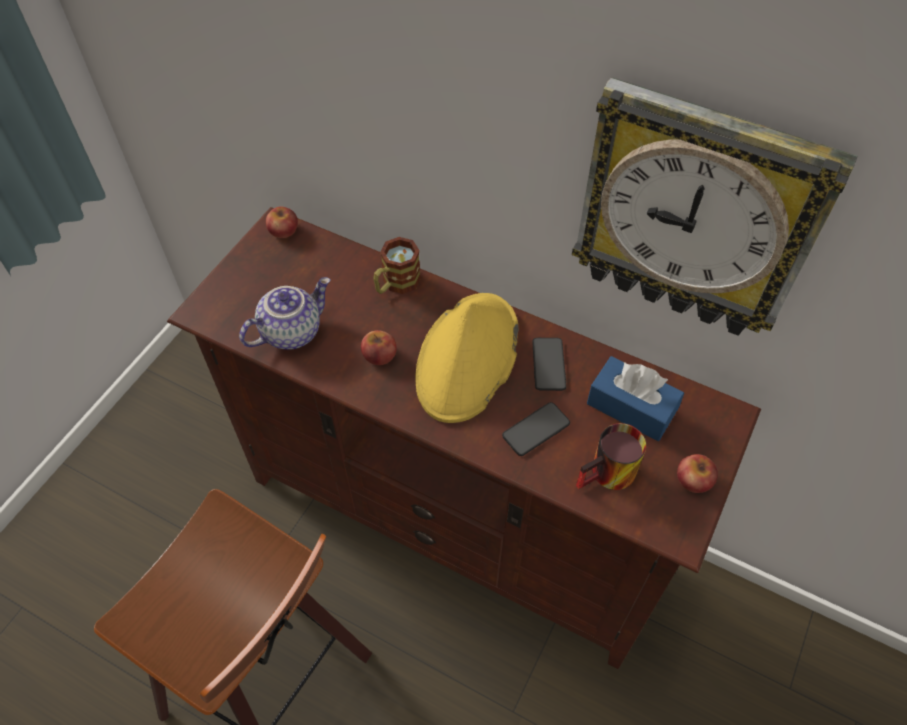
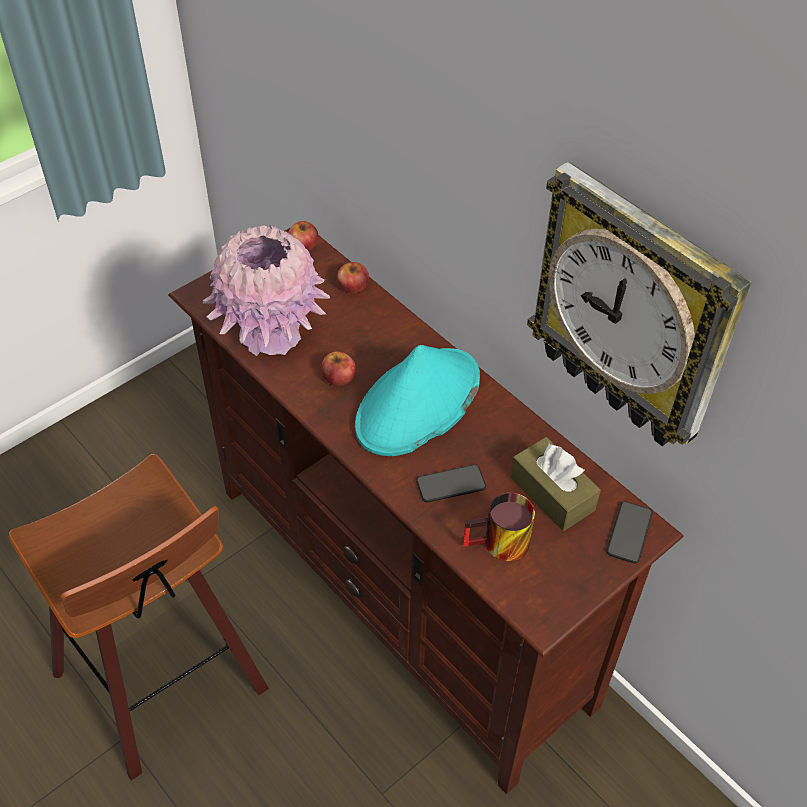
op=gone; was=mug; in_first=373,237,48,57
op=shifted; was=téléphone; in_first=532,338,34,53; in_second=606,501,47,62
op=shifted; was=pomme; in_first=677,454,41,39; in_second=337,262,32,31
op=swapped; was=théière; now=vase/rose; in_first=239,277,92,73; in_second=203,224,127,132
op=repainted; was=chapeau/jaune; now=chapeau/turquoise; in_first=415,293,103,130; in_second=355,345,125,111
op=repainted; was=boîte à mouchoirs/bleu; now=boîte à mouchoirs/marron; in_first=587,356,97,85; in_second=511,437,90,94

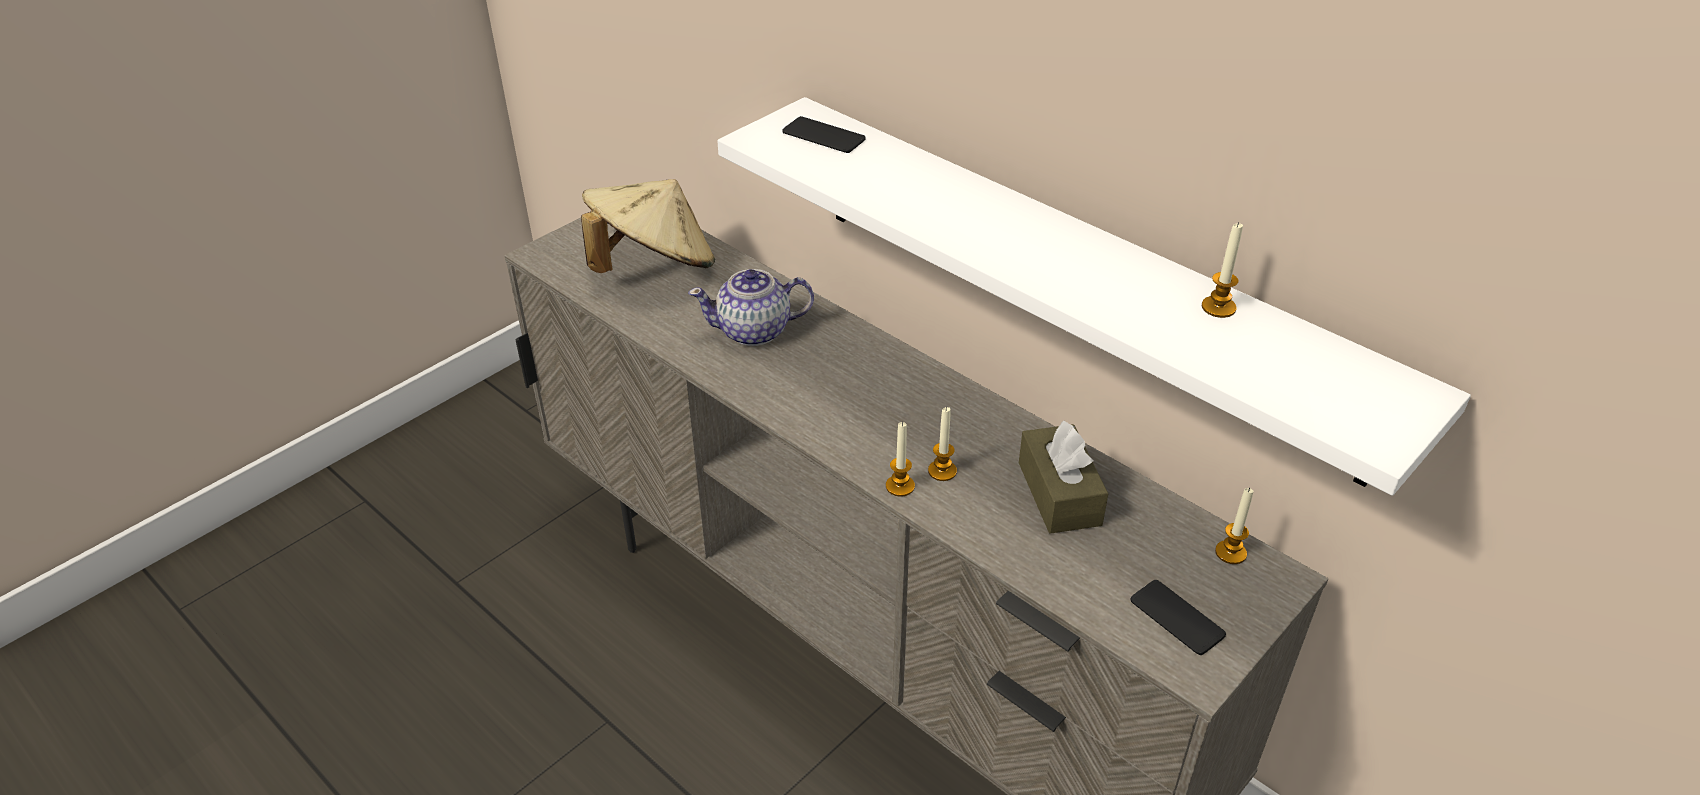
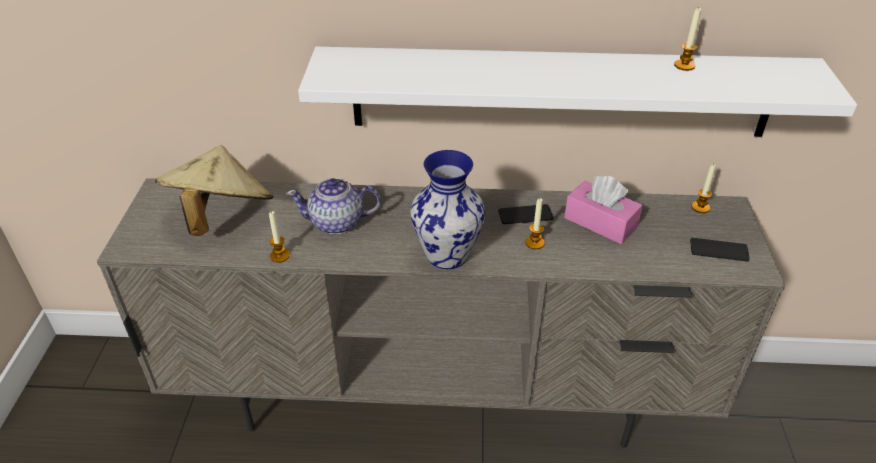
op=new; now=vase; in_second=411,150,74,119
op=shifted; was=téléphone; in_first=782,116,84,37; in_second=498,204,55,20
op=shifted; was=bougie; in_first=886,422,29,75; in_second=269,211,21,52
op=repainted; was=boîte à mouchoirs/marron; now=boîte à mouchoirs/rose; in_first=1019,420,89,114; in_second=564,176,79,68
op=rotated; was=théière; in_first=688,269,126,77; in_second=286,178,95,56; clockwise=45

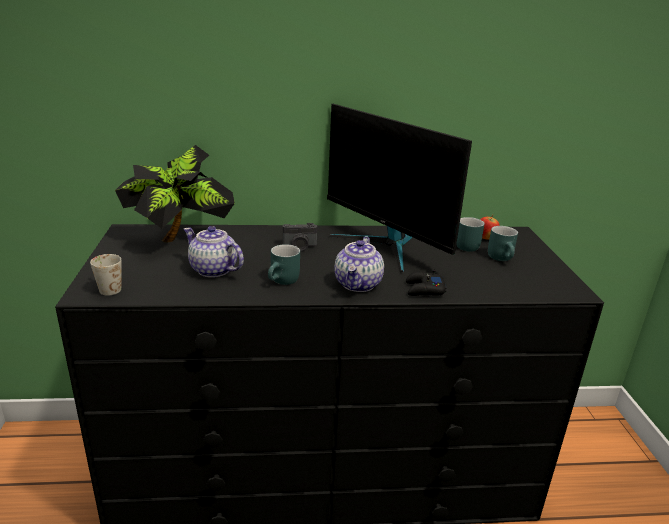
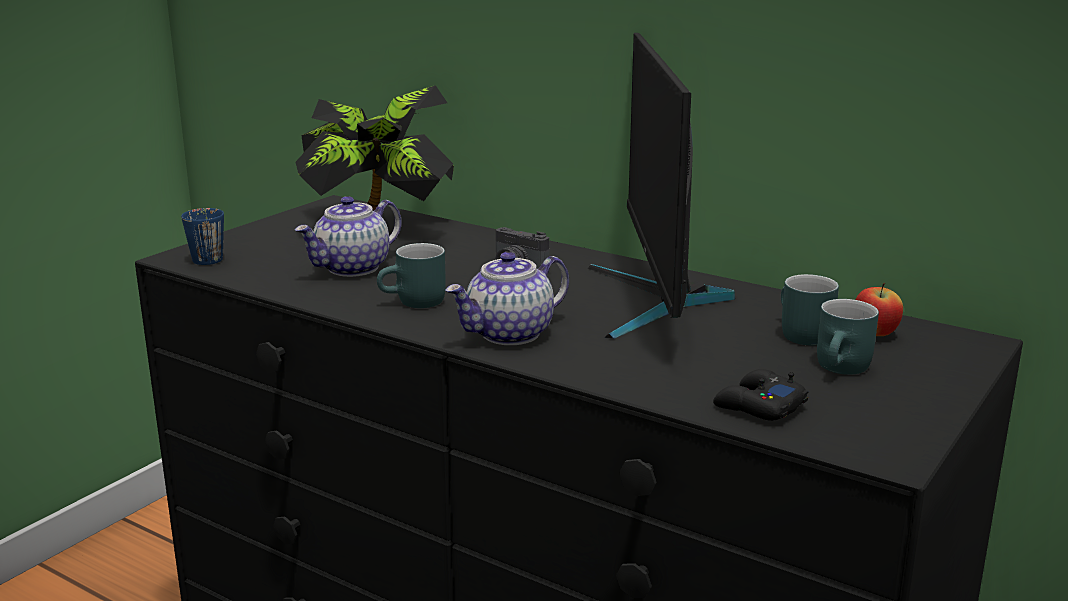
op=shifted; was=manette/noir; in_first=406,270,41,26; in_second=713,369,95,52
op=repainted; was=mug/blanc; now=mug/bleu; in_first=90,254,32,42; in_second=181,208,43,57
op=rotated; was=théière; in_first=183,226,61,52; in_second=295,196,107,81; clockwise=-120

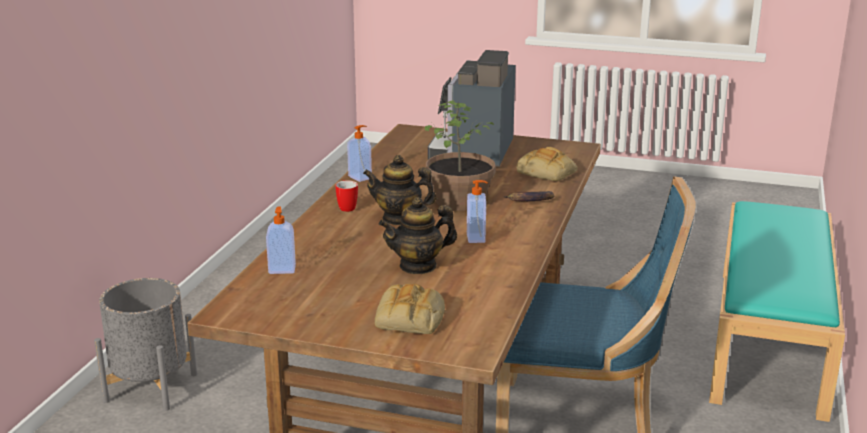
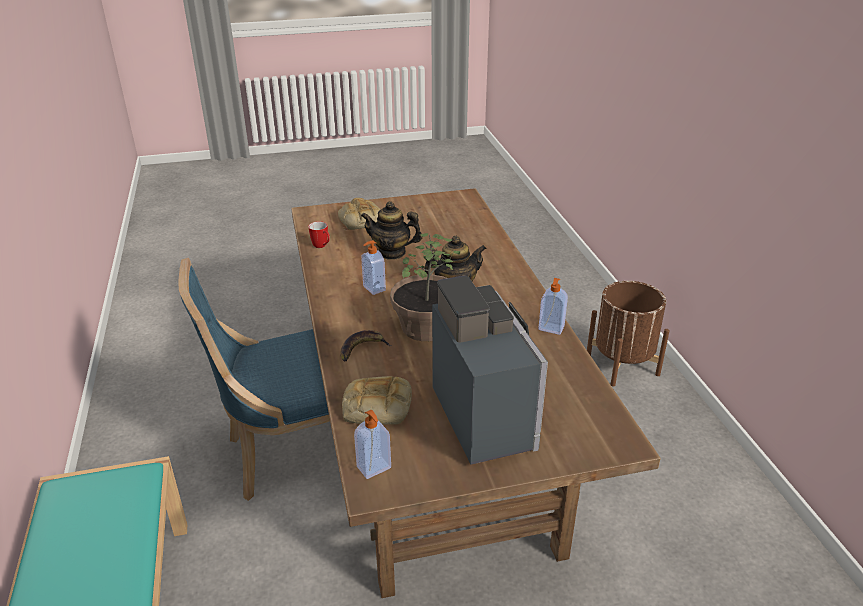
op=shifted; was=distributeur de savon; in_first=266,206,30,68; in_second=354,409,37,70
op=shifted; was=mug; in_first=335,180,23,32; in_second=308,221,22,27
op=repainted; was=cache-pot/gris; now=cache-pot/marron; in_first=94,278,103,133; in_second=587,281,83,105
op=rotated; was=théière; in_first=379,197,78,77; in_second=361,201,62,59; clockwise=-120

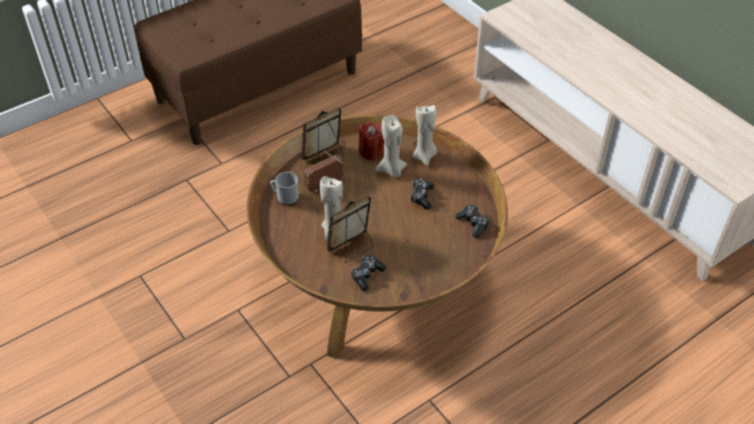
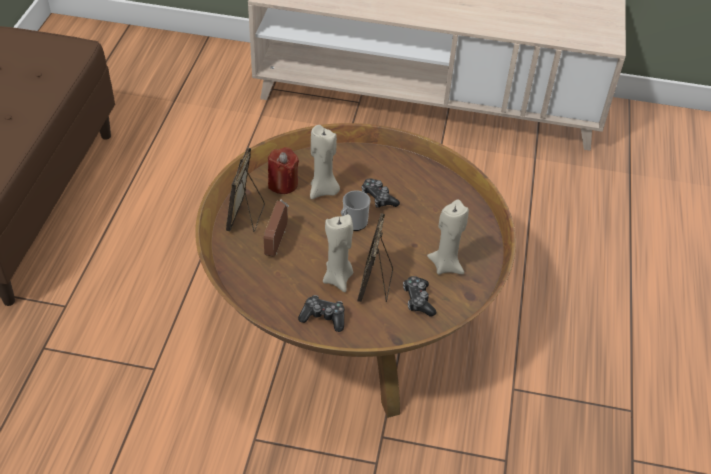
op=shifted; was=mug; in_first=270,172,28,33; in_second=341,190,29,41
op=shifted; was=bougie/beige; in_first=413,105,24,61; in_second=427,200,42,75
op=shifted; was=manette; in_first=455,204,35,34; in_second=298,295,47,37

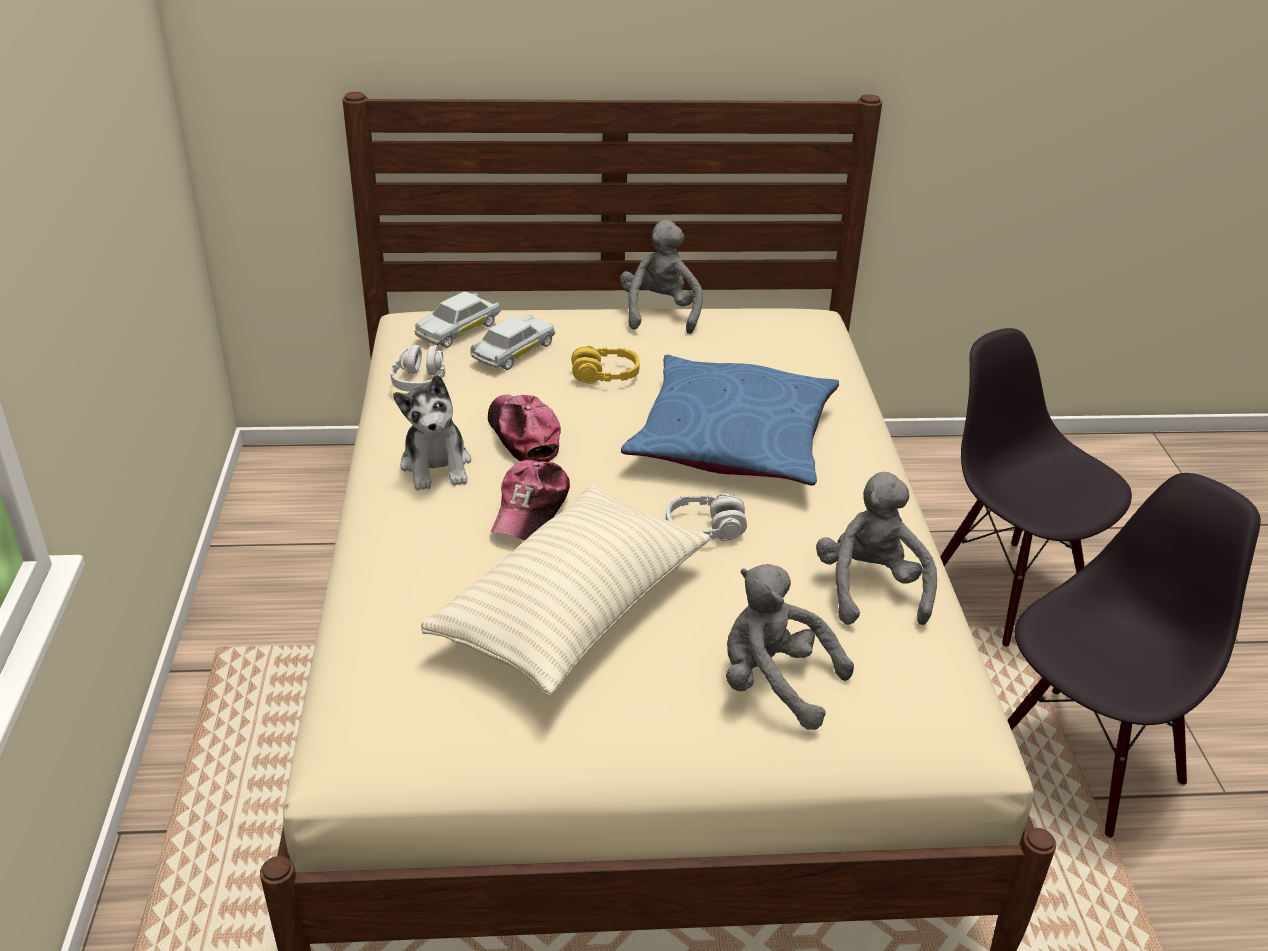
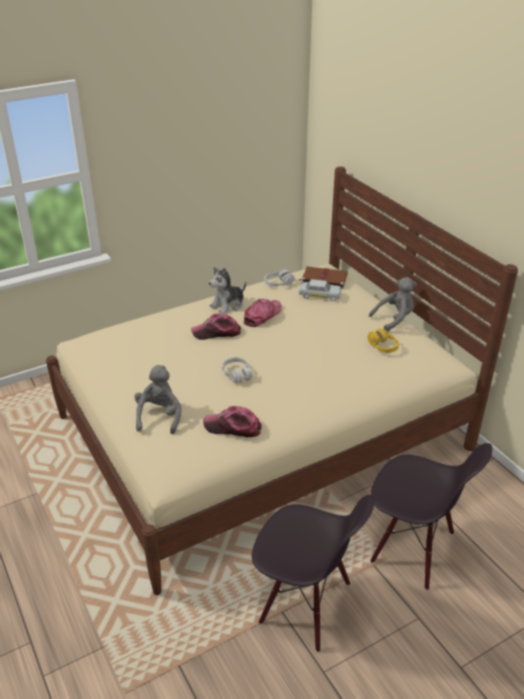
op=gone; was=coussin/beige; in_first=421,485,290,211
op=gone; was=coussin/bleu; in_first=621,355,218,130
op=shifted; was=casque audio/jaune; in_first=571,346,69,38; in_second=367,328,32,25
op=swapped; was=petite voiture/blanc; now=livre/marron; in_first=414,292,87,56; in_second=299,266,49,23
op=swapped; was=peluche/gris; now=casquette; in_first=816,472,121,153; in_second=203,406,59,31
op=rotated; was=chaise/noir; in_first=940,328,192,318; in_second=370,443,122,147; clockwise=90

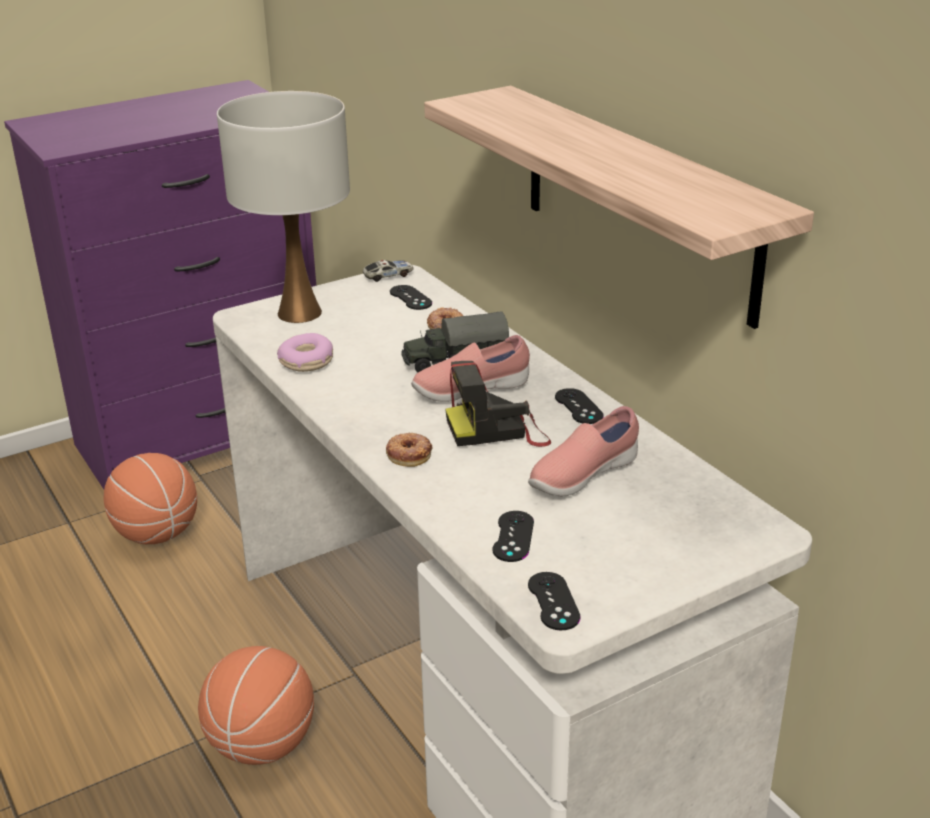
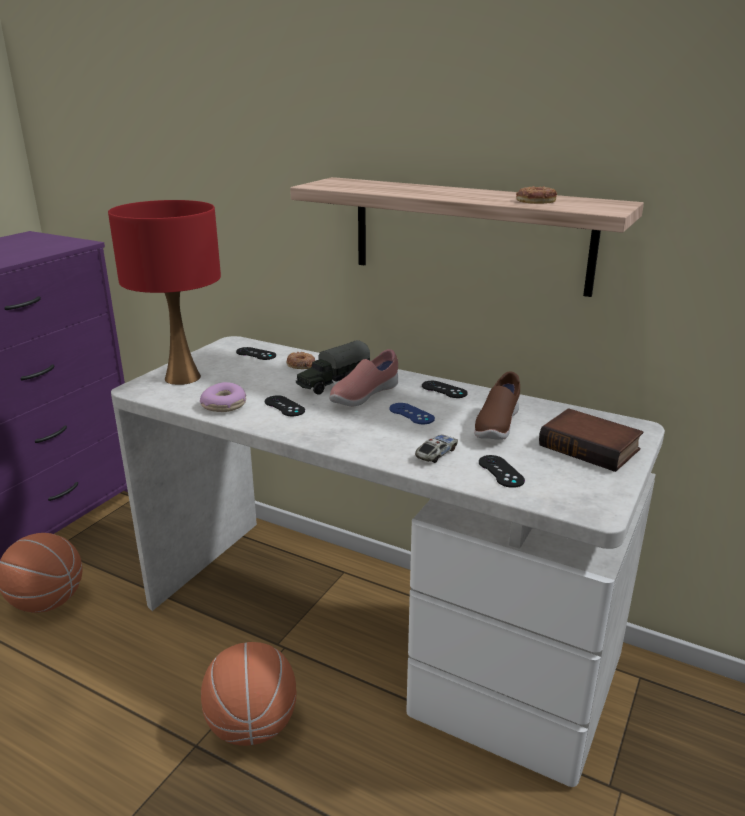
op=new; now=livre; in_second=539,408,104,64
op=shifted; was=petite voiture; in_first=363,260,50,22; in_second=415,435,43,28
op=shifted; was=beignet; in_first=386,433,46,34; in_second=516,186,41,18
op=shifted; was=manette/noir; in_first=528,572,53,58; in_second=265,395,40,21
op=swapped; was=appareil photo; now=manette/bleu; in_first=445,361,106,86; in_second=389,403,46,21
op=repainted; was=lampe de table/blanc; now=lampe de table/rouge; in_first=217,91,133,232; in_second=108,200,113,185
op=repainted; was=chaussure/rose; now=chaussure/marron; in_first=528,406,111,90; in_second=474,371,46,69

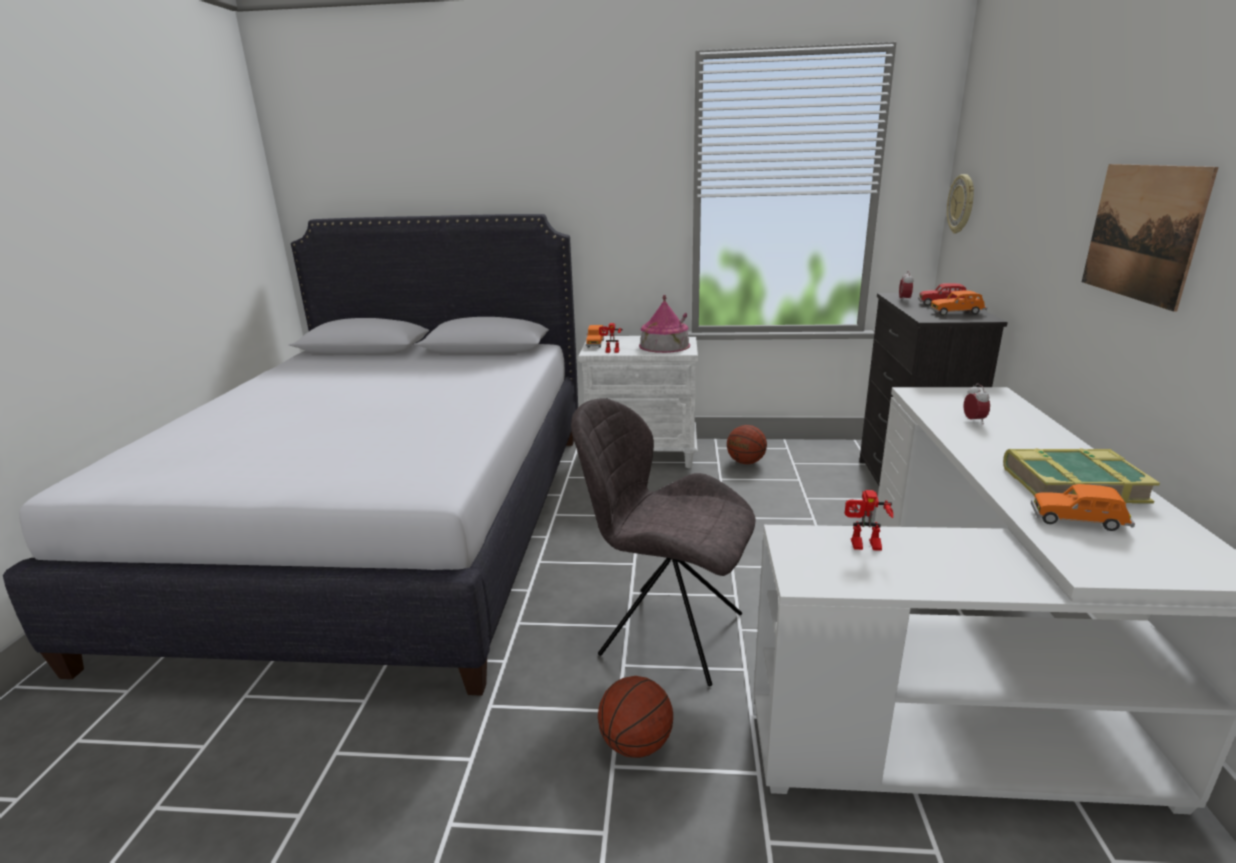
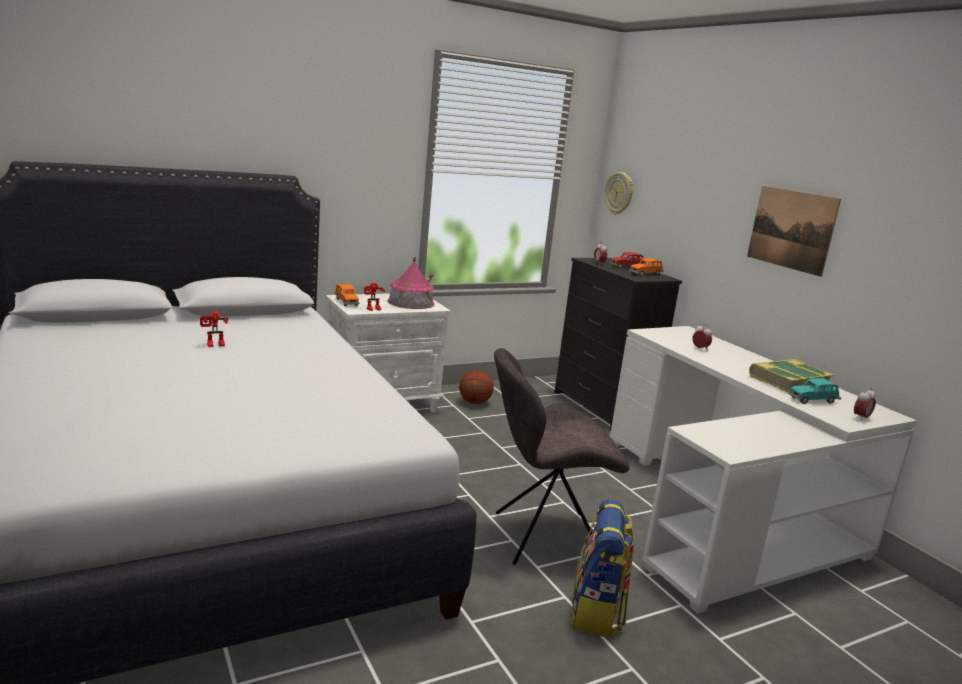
op=new; now=réveil; in_second=854,387,22,34
op=shifted; was=robot jouet; in_first=845,490,48,61; in_second=200,311,28,36
op=swapped; was=ballon de basket; now=sac à dos; in_first=598,676,75,82; in_second=572,499,62,139
op=repainted; was=petite voiture/orange; now=petite voiture/turquoise; in_first=1031,484,104,47; in_second=788,378,53,26

